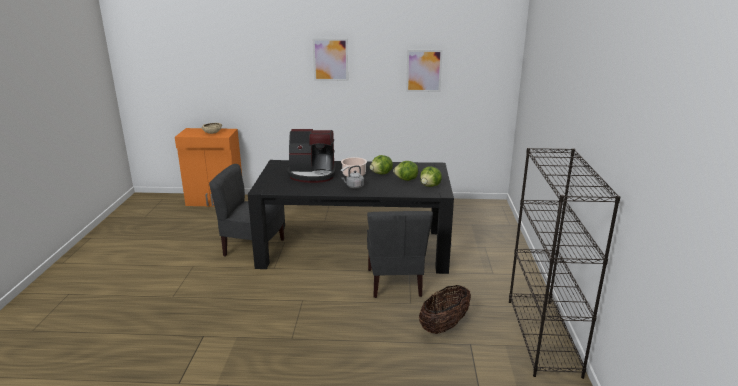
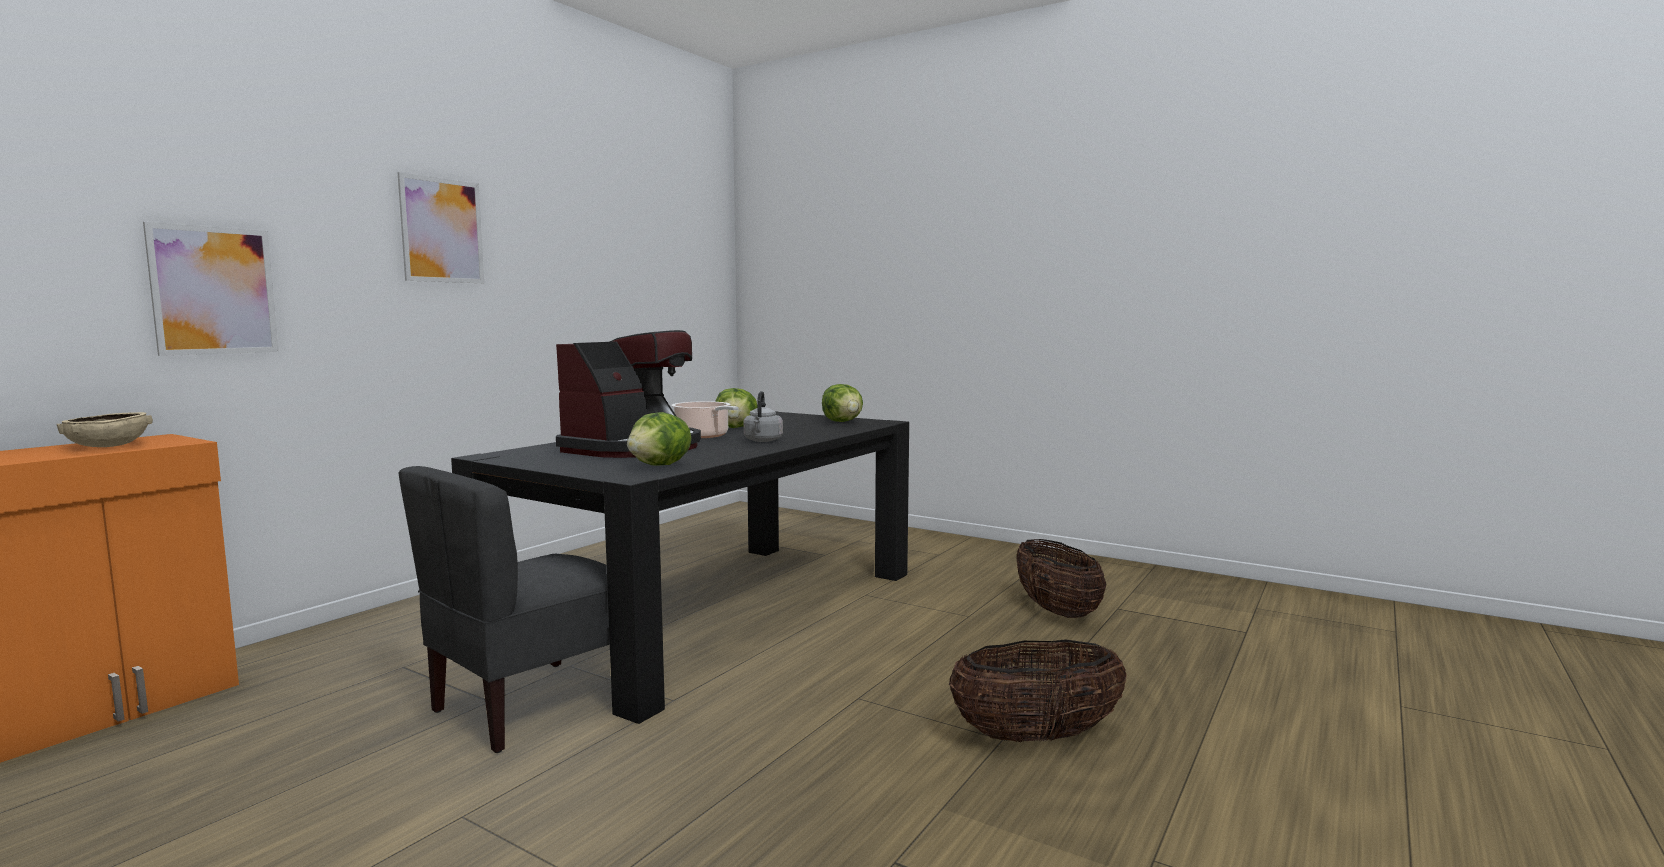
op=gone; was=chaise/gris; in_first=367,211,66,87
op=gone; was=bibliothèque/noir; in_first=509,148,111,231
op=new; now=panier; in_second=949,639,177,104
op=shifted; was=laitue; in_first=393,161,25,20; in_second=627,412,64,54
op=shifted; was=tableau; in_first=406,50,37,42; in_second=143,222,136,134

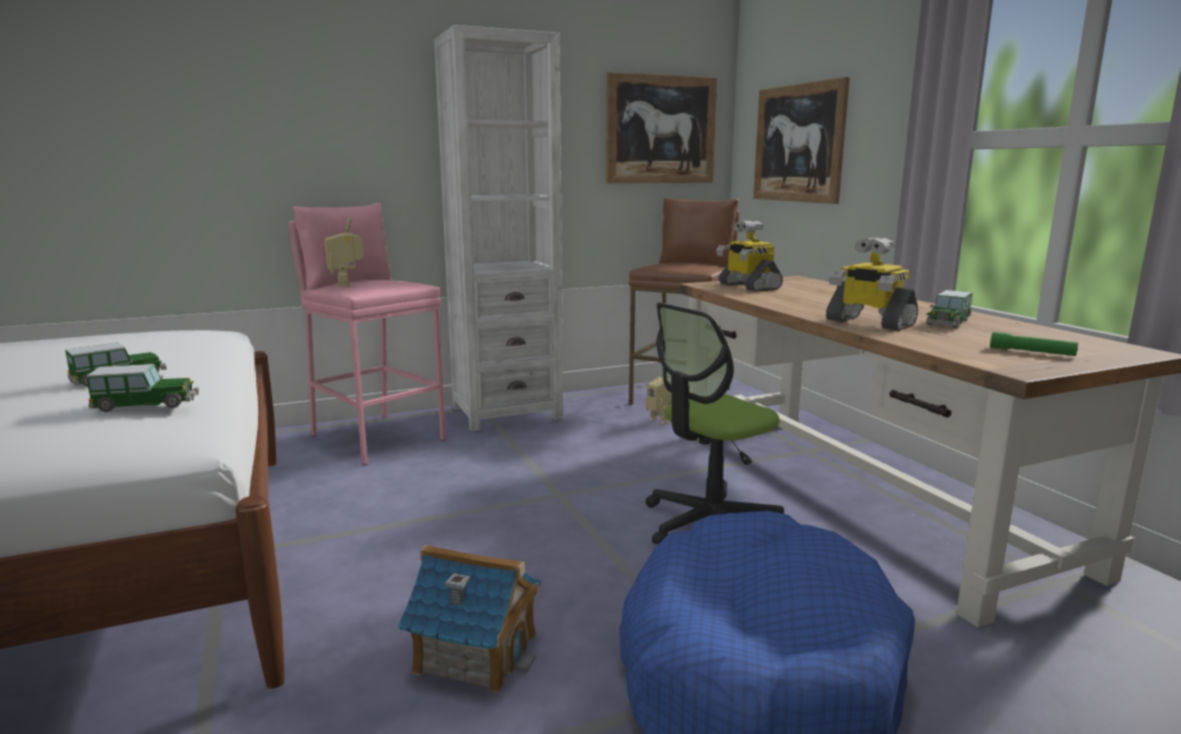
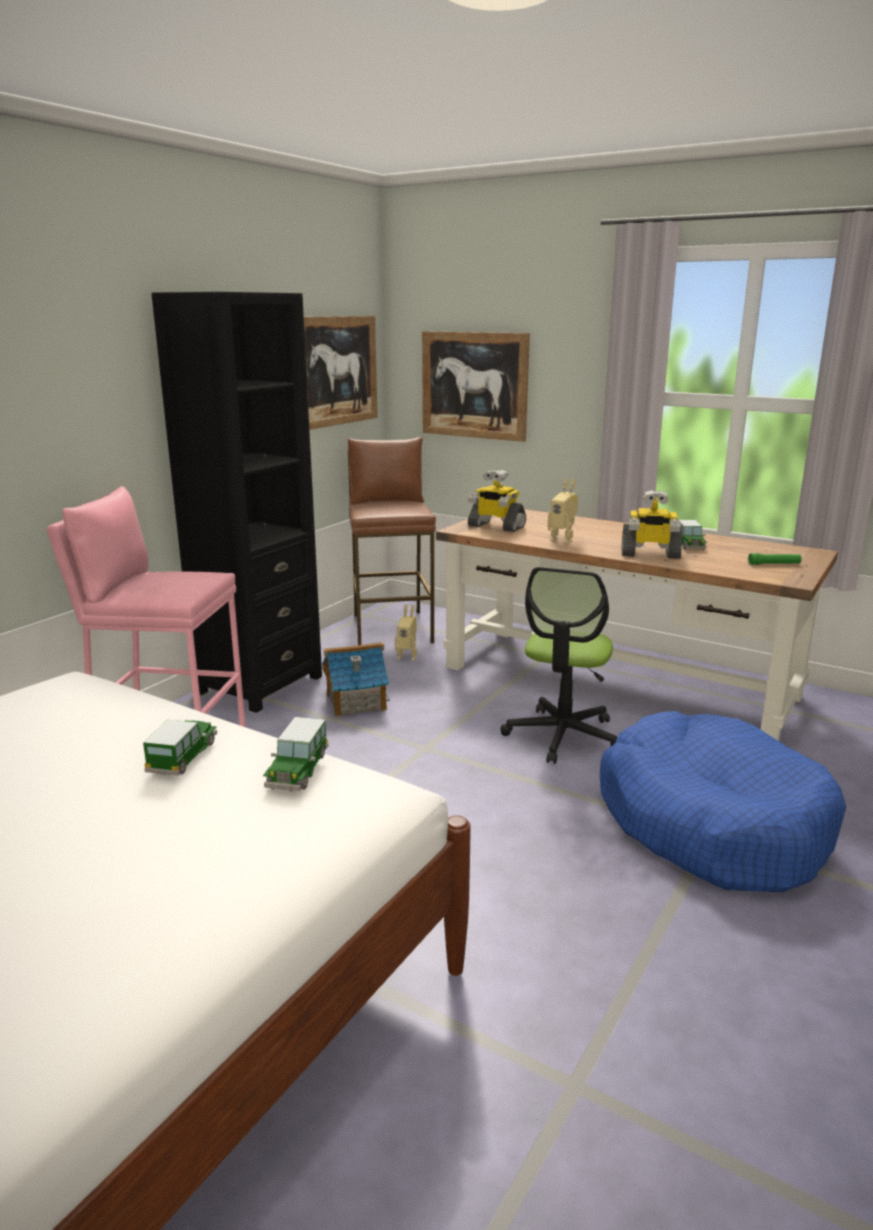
op=shifted; was=robot jouet; in_first=325,218,39,69; in_second=548,478,30,66
op=shifted; was=maison miniature; in_first=398,545,143,148; in_second=322,642,68,75
op=repainted; was=bibliothèque/blanc; now=bibliothèque/noir; in_first=434,25,129,406; in_second=151,292,171,421
op=rotated; was=petite voiture; in_first=86,364,113,48; in_second=263,717,66,75; clockwise=150

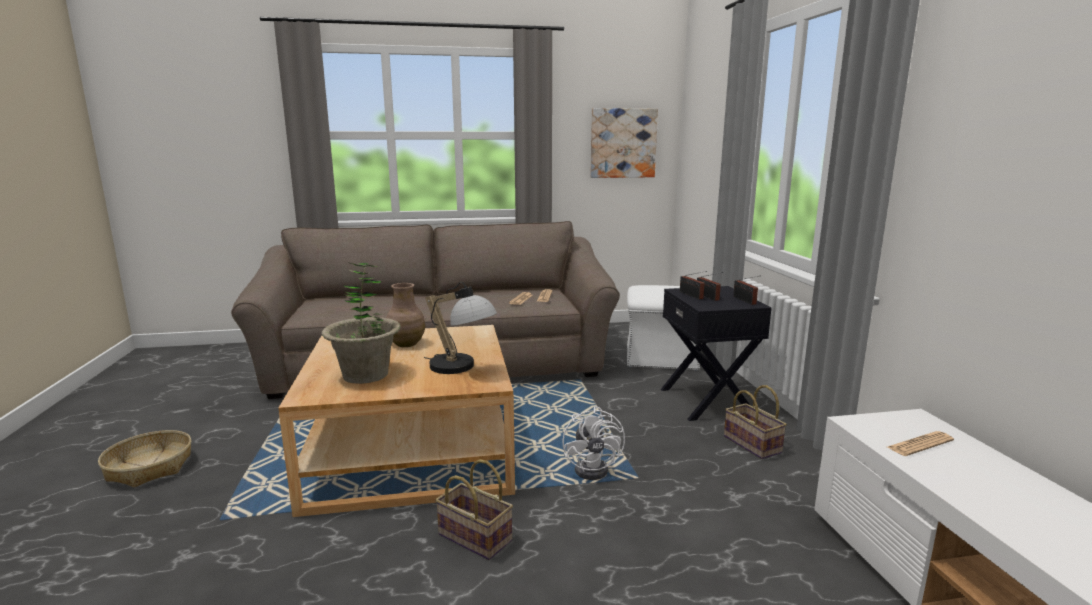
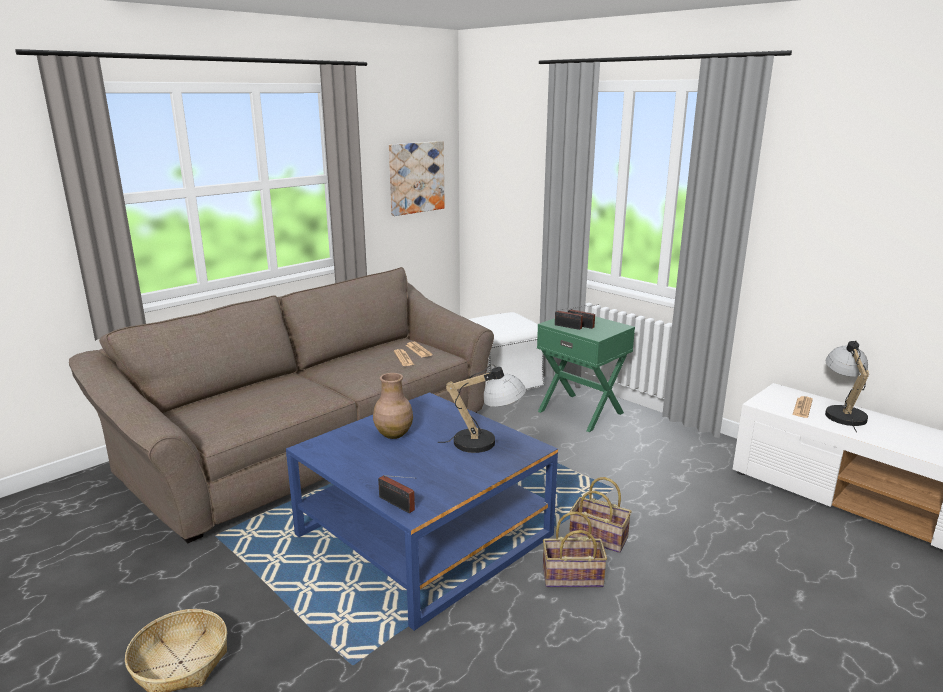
op=gone; was=plante en pot; in_first=322,263,79,121
op=gone; was=ventilateur/blanc; in_first=562,406,63,74
op=new; now=lampe de table; in_second=825,341,44,91
op=shifted; was=panier; in_first=724,385,63,74; in_second=569,477,63,76
op=shifted; was=radio; in_first=733,276,25,29; in_second=378,475,38,38
op=repainted; was=table basse/beige; now=table basse/bleu; in_first=279,325,236,192; in_second=286,392,272,239
op=repainted; was=table de chevet/noir; now=table de chevet/vert; in_first=661,286,111,135; in_second=537,316,98,116

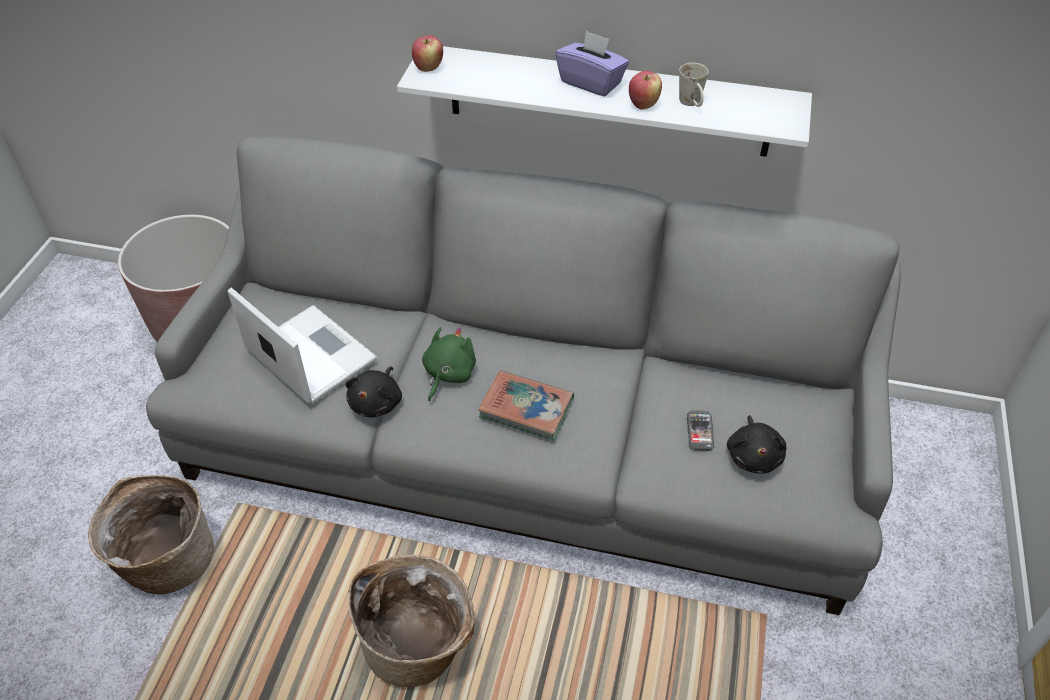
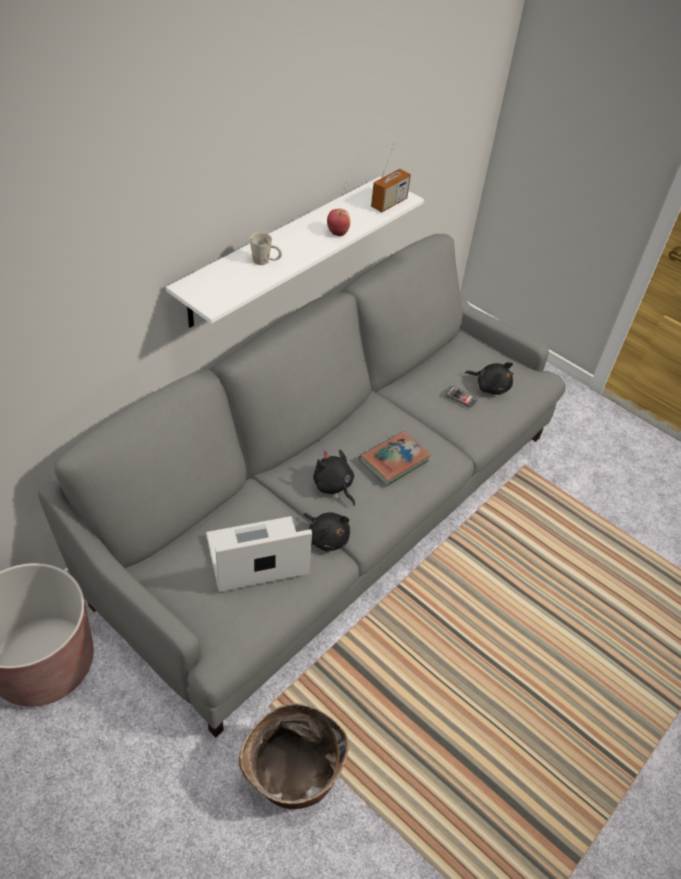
op=gone; was=panier; in_first=348,555,126,132
op=gone; was=pomme; in_first=412,35,31,37
op=gone; was=boîte à mouchoirs/violet; in_first=555,30,74,66
op=new; now=radio; in_second=371,143,40,69
op=shifted; was=mug/blanc; in_first=679,63,30,44; in_second=250,232,32,33
op=repainted; was=peluche/vert; now=peluche/noir; in_first=422,327,54,74; in_second=313,450,42,56

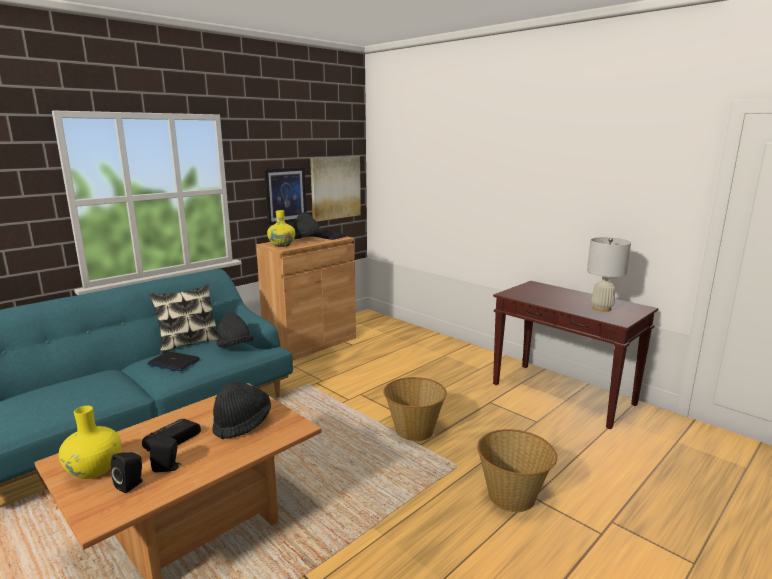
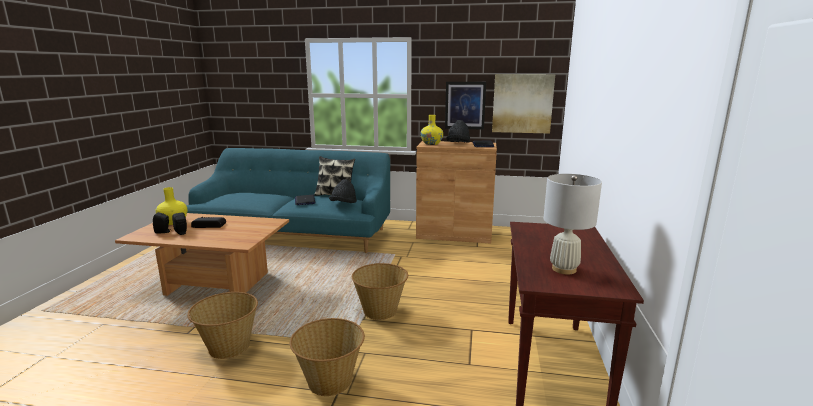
op=gone; was=chapeau/noir; in_first=213,381,58,58
op=new; now=panier; in_second=187,292,71,67

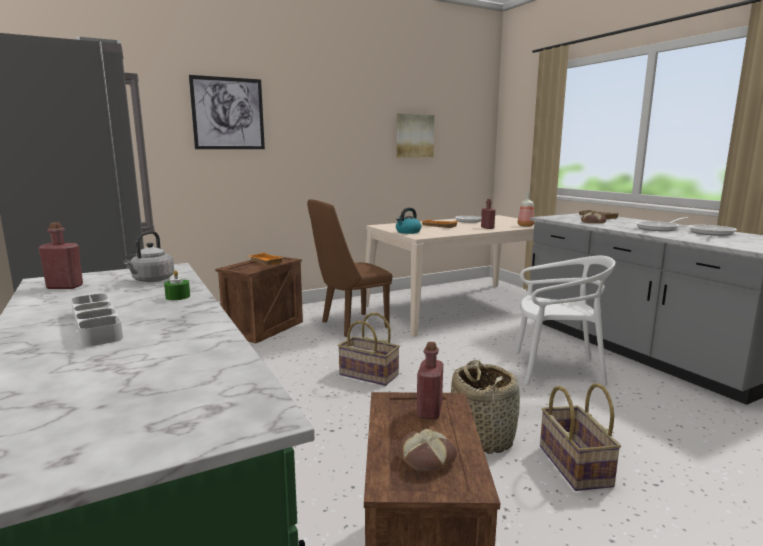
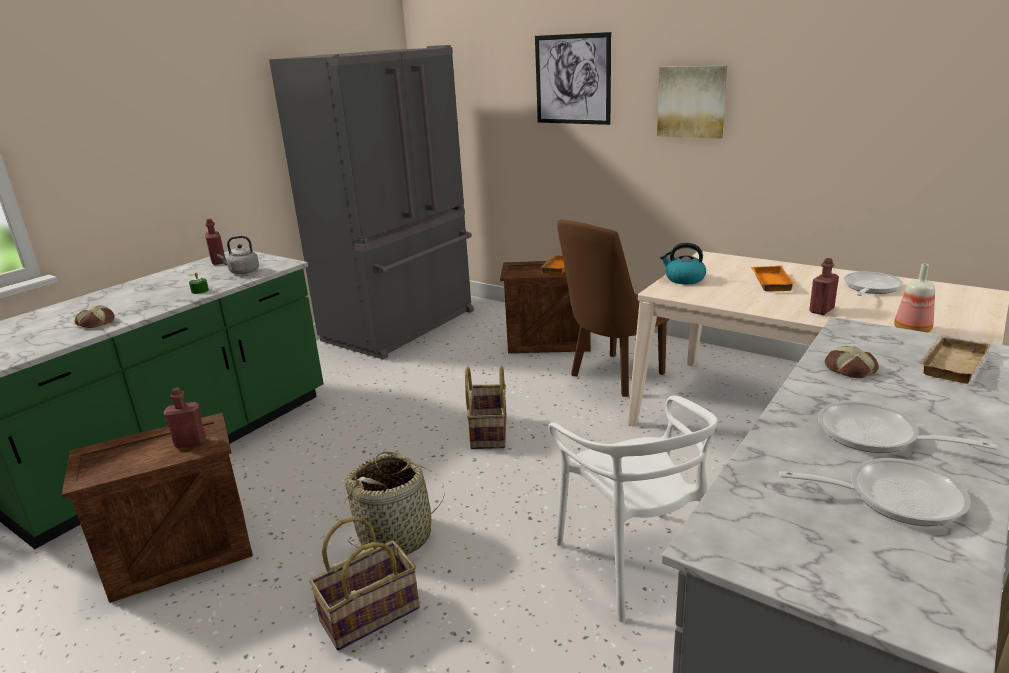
op=gone; was=plateau/gris; in_first=71,294,52,52
op=shifted; was=tableau; in_first=397,114,37,44; in_second=657,66,70,73
op=shifted; was=pain; in_first=398,429,59,43; in_second=75,306,40,22
op=rotated; was=chaise/marron; in_first=307,199,85,138; in_second=557,220,113,177; clockwise=-75

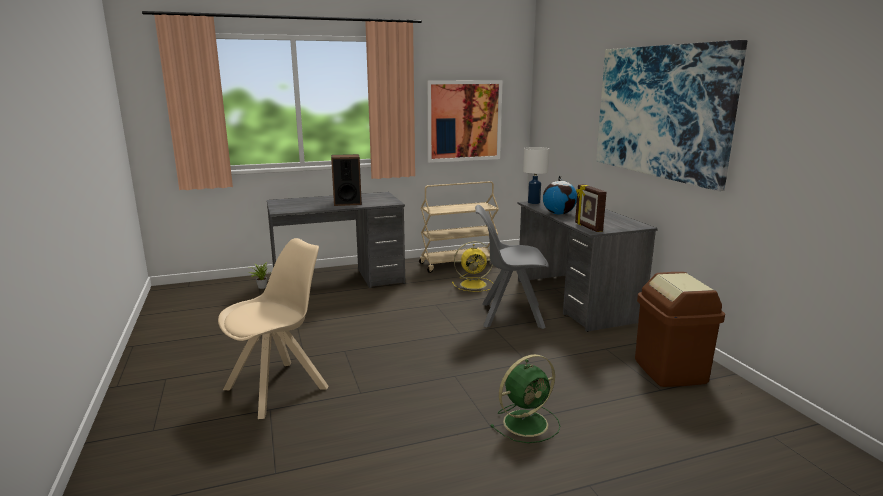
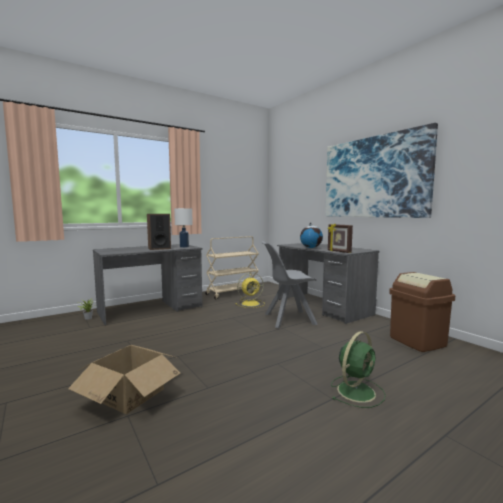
op=gone; was=tableau; in_first=427,80,76,83
op=shifted; was=lampe de table/blanc; in_first=523,147,26,57; in_second=174,208,19,40
op=swapped; was=chaise/beige; now=carton; in_first=218,238,111,181; in_second=68,345,112,69

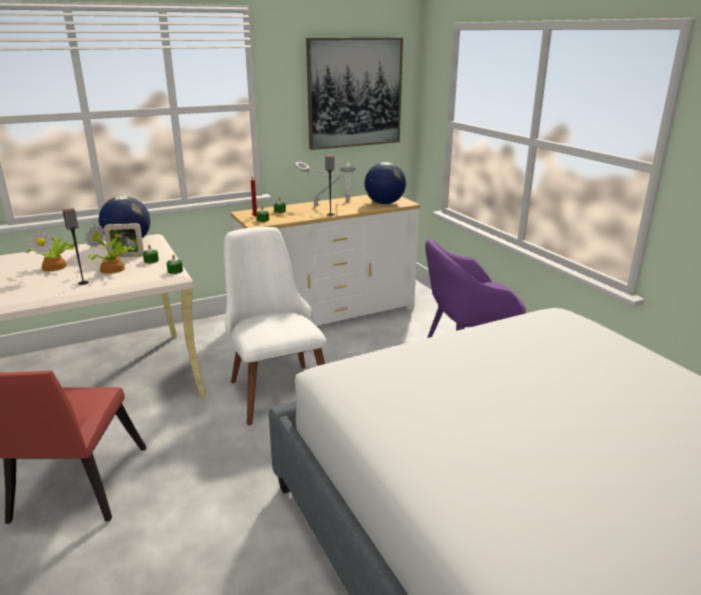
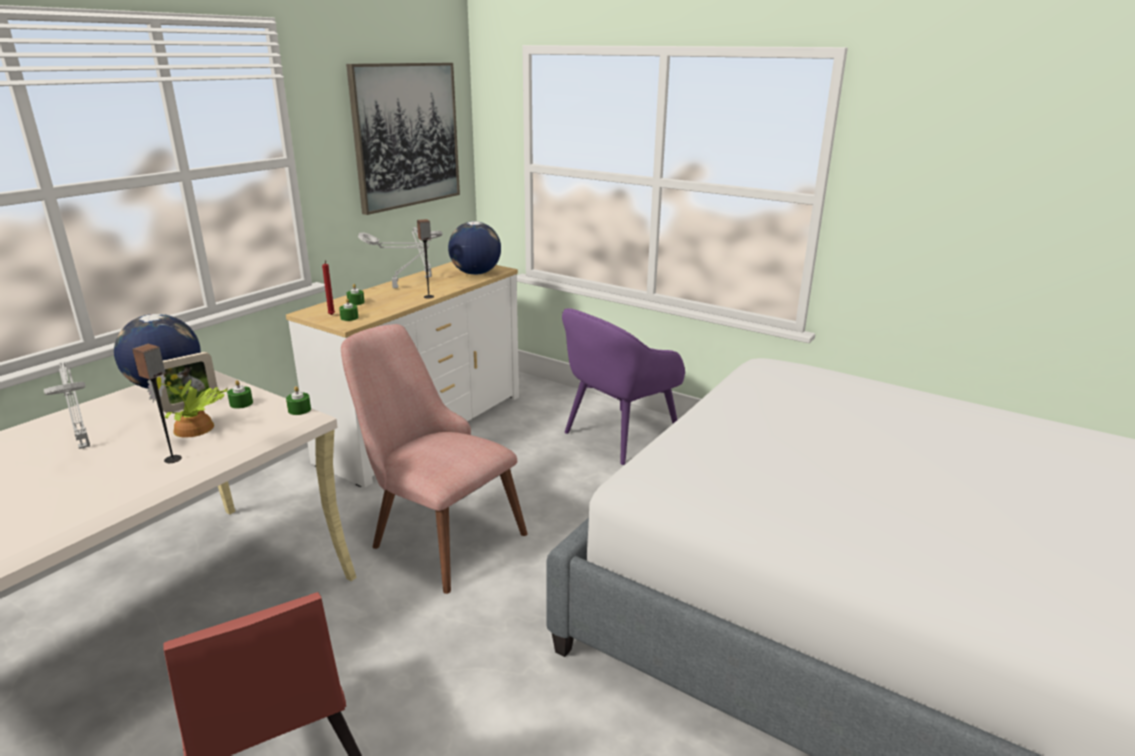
op=swapped; was=plante en pot; now=lampe de table/gris; in_first=26,229,53,42; in_second=44,362,46,87
op=repainted; was=chaise/blanc; now=chaise/rose; in_first=224,227,103,198; in_second=341,324,187,270

